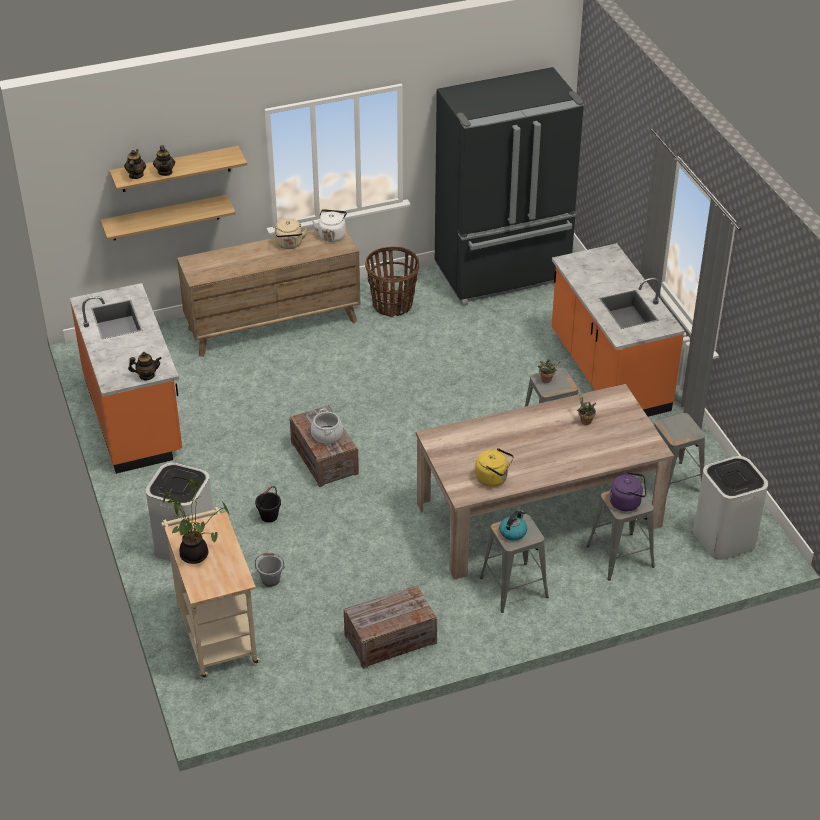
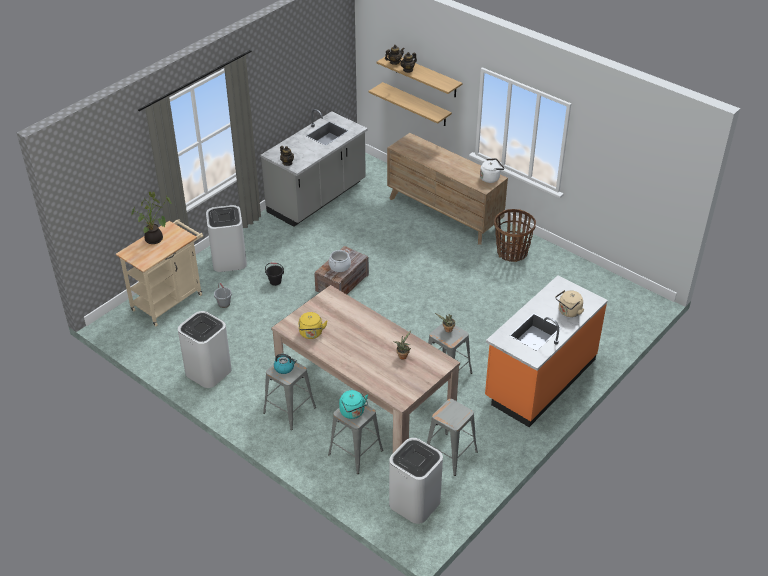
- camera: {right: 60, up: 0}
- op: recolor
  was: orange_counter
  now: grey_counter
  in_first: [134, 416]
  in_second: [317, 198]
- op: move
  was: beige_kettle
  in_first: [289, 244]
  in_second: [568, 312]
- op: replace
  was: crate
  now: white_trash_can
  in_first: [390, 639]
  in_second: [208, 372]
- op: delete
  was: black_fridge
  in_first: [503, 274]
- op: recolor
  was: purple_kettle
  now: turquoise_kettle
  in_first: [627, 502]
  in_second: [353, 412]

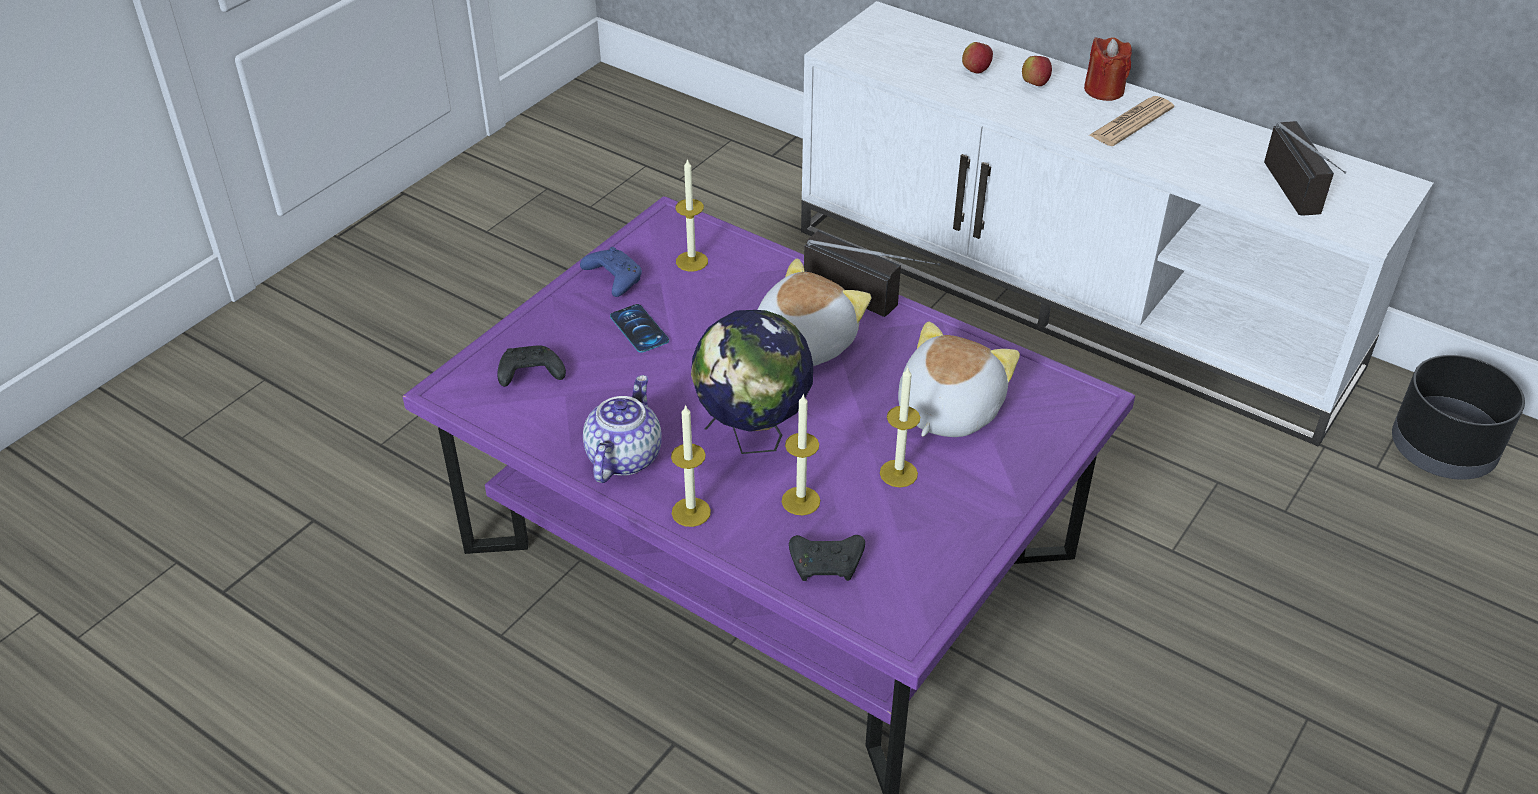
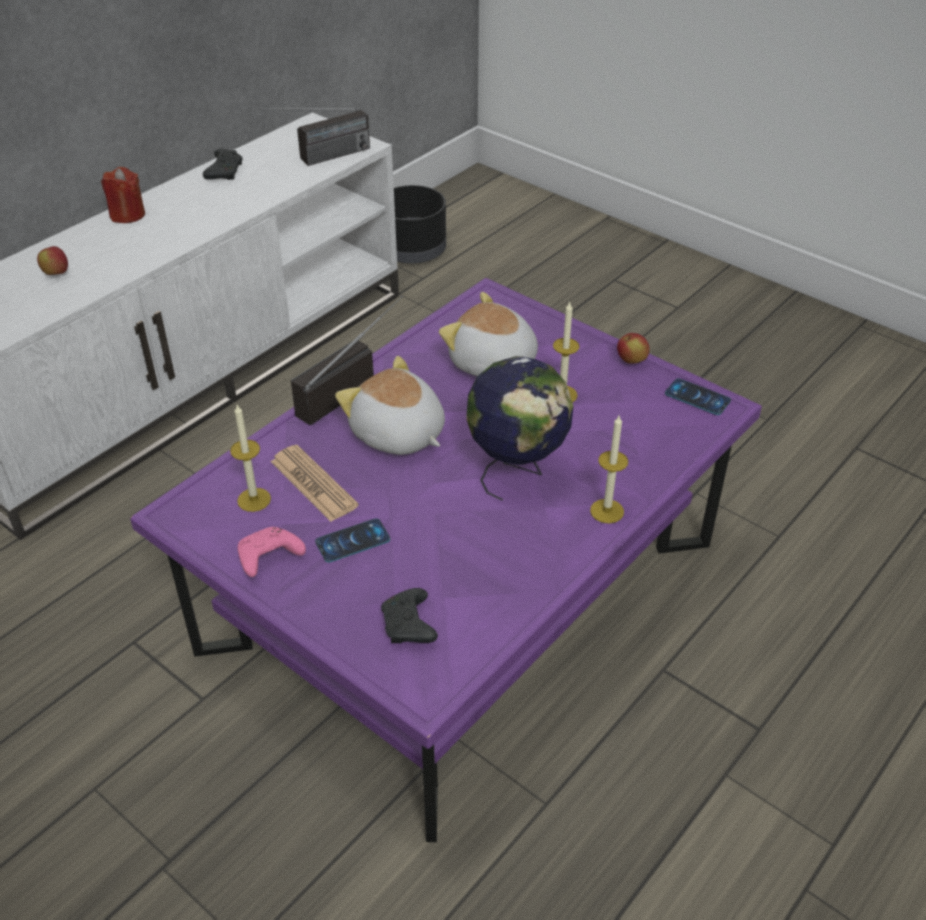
- camera: {right: -85, up: 0}
- op: recolor
  was: blue_game_controller
  now: pink_game_controller
  in_first: [613, 279]
  in_second: [268, 558]
- op: delete
  was: teapot
  in_first: [623, 456]
- op: delete
  was: candle
  in_first: [801, 501]
- op: move
  was: black_game_controller
  in_first: [827, 565]
  in_second: [225, 172]
- op: move
  was: apple
  in_first: [1034, 84]
  in_second: [631, 361]
- op: move
  was: newspaper
  in_first: [1131, 122]
  in_second: [313, 484]
- op: rotate
  was: radio
  in_first: [1304, 202]
  in_second: [319, 159]
  clockwise: 150
- op: insert
  now: phone
  in_second: [697, 397]

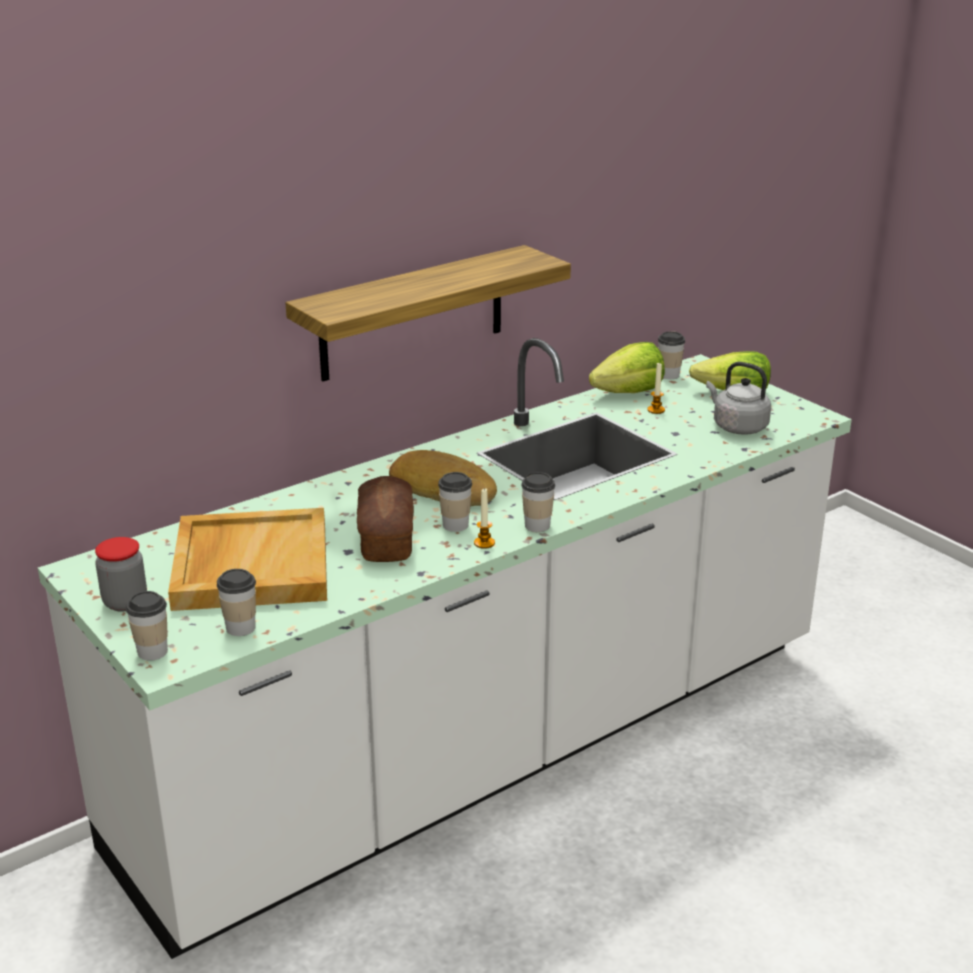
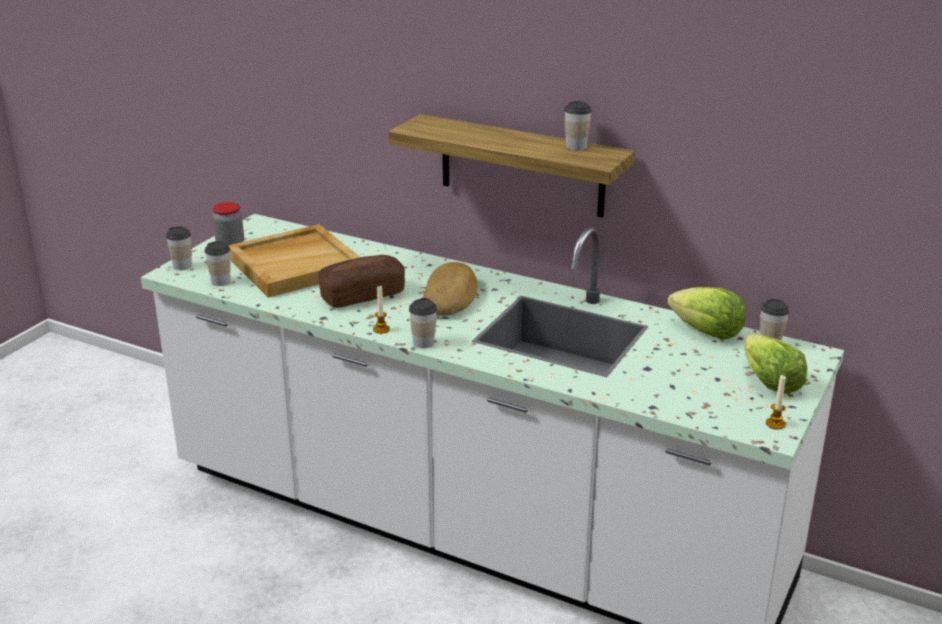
- camera: {right: 65, up: 0}
- op: move
  was: cup
  in_first: [455, 525]
  in_second: [576, 146]
- op: move
  was: candle
  in_first: [656, 410]
  in_second: [775, 424]
- op: delete
  was: grey_kettle
  in_first: [737, 427]

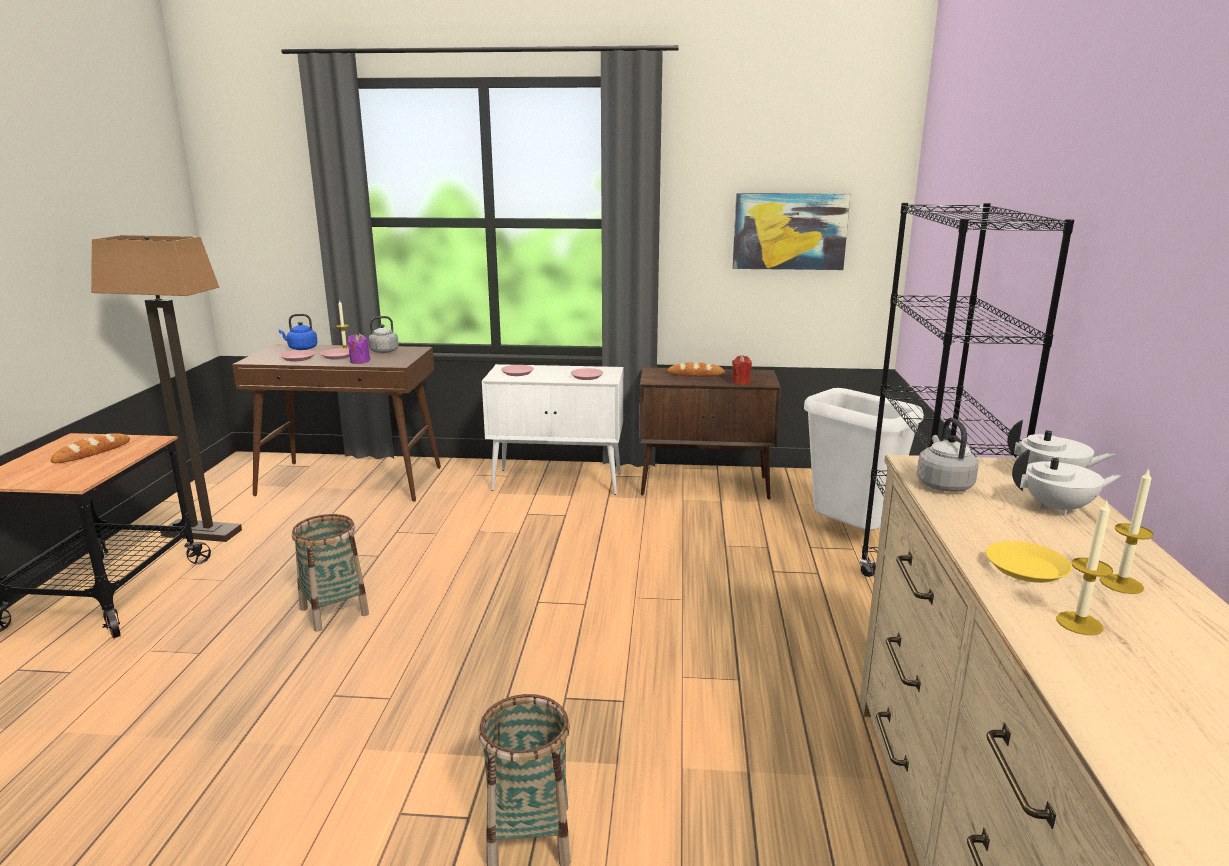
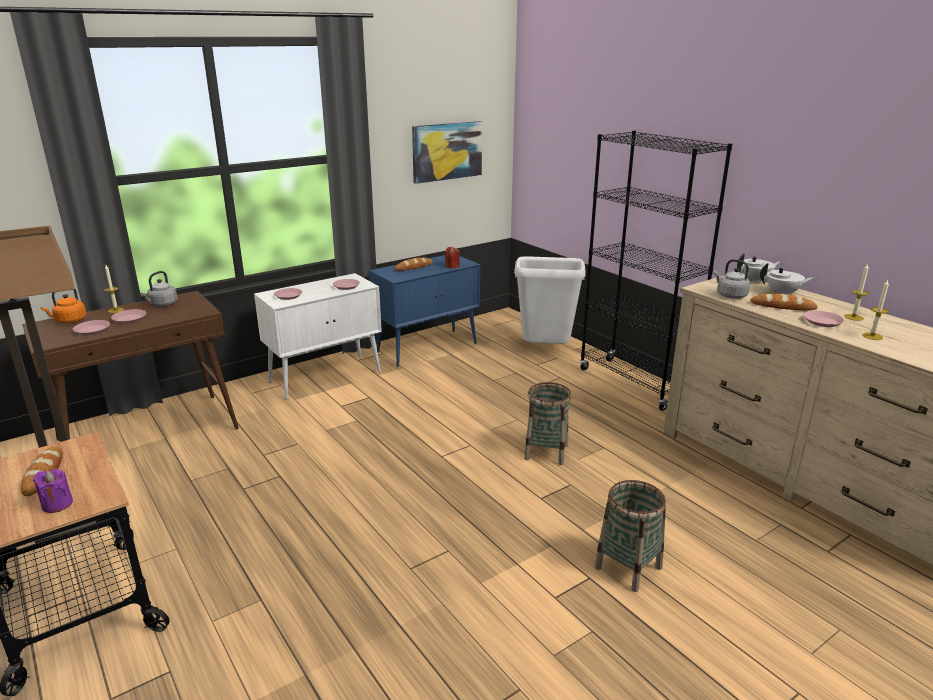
- camera: {right: -40, up: 5}
- op: recolor
  was: blue_kettle
  now: orange_kettle
  in_first: [301, 348]
  in_second: [69, 321]
- op: move
  was: basket
  in_first: [334, 611]
  in_second: [546, 452]
- op: move
  was: purple_candle
  in_first: [359, 361]
  in_second: [57, 504]
- op: recolor
  was: brown_cabinet
  now: blue_cabinet
  in_first: [705, 486]
  in_second: [428, 347]
- op: recolor
  was: yellow_plate
  now: pink_plate
  in_first: [1026, 568]
  in_second: [822, 321]
- op: rotate
  was: white_teapot
  in_first: [1058, 508]
  in_second: [783, 293]
  clockwise: 45
- op: insert
  now: bread
  in_second: [782, 306]

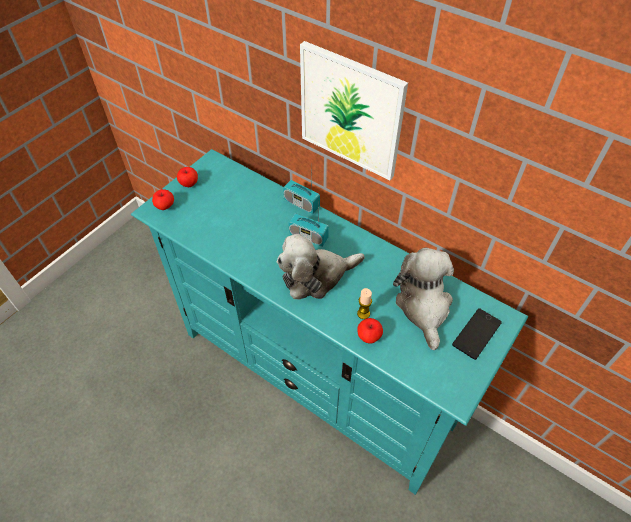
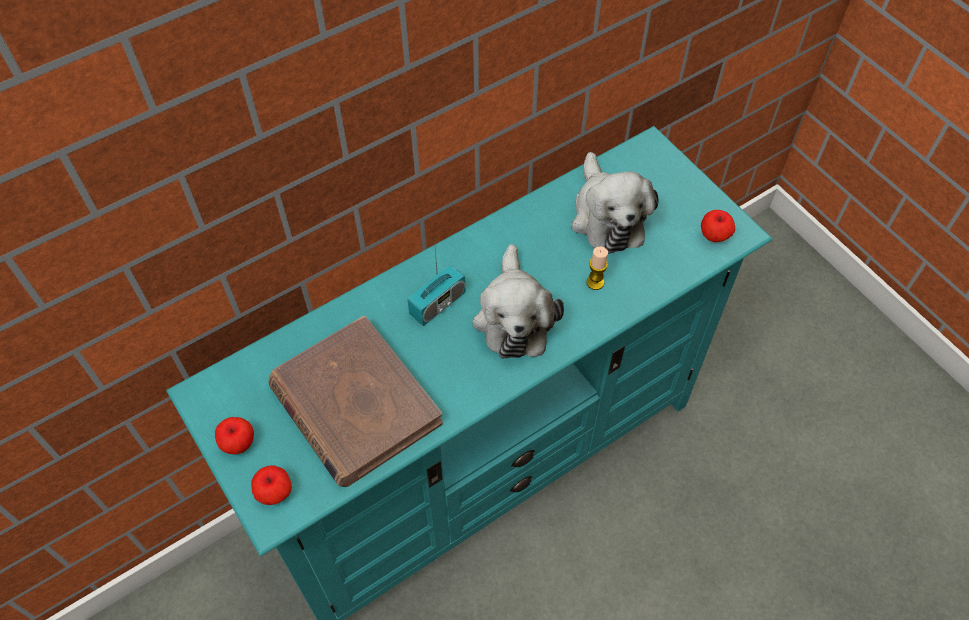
- camera: {right: -70, up: 5}
- op: delete
  was: radio
  in_first: [301, 204]
- op: delete
  was: picture
  in_first: [351, 111]
- op: move
  was: apple
  in_first: [368, 337]
  in_second: [714, 236]
- op: rotate
  was: plush_toy
  in_first: [423, 306]
  in_second: [607, 216]
  clockwise: -120
- op: delete
  was: phone
  in_first: [476, 334]
- op: insert
  now: brown_book
  in_second: [354, 404]

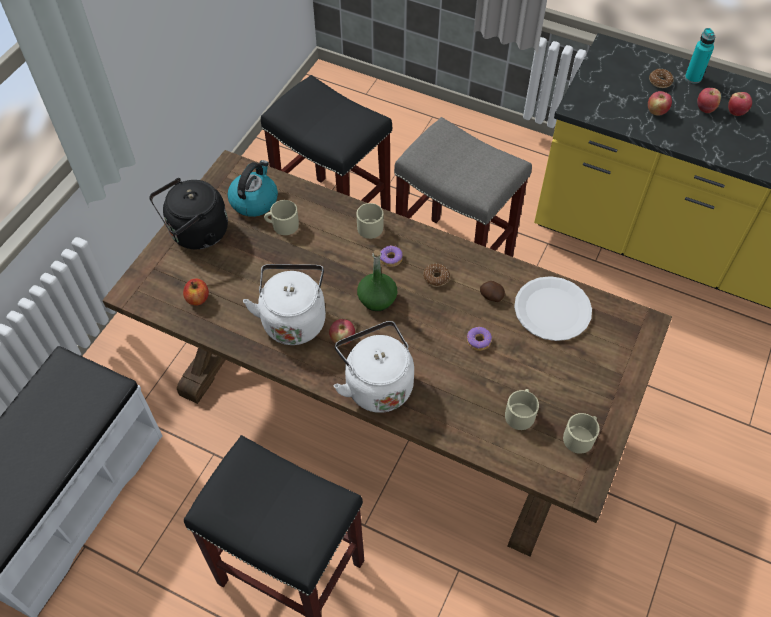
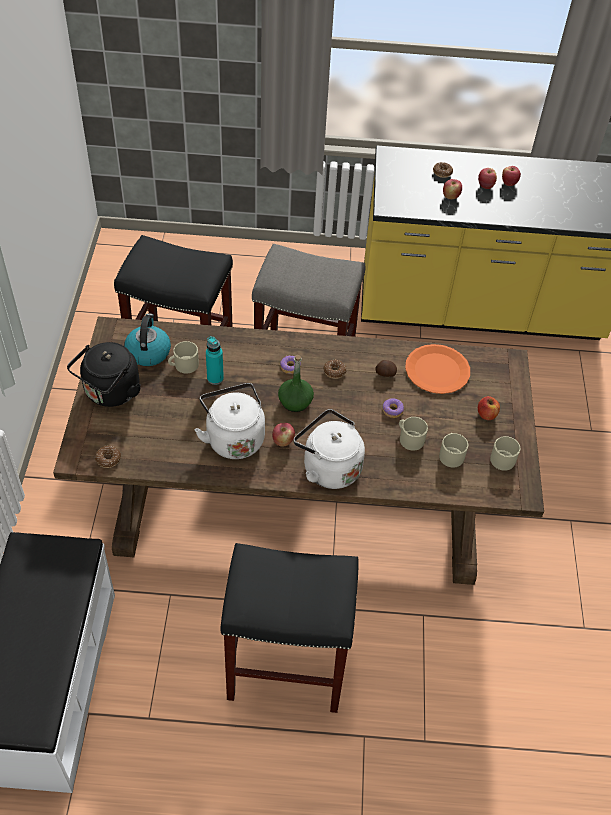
- camera: {right: -25, up: -5}
- op: move
  was: apple
  in_first: [198, 298]
  in_second: [486, 414]
- op: move
  was: beige_mug
  in_first: [369, 225]
  in_second: [409, 438]
- op: recolor
  was: white_plate
  now: orange_plate
  in_first: [552, 310]
  in_second: [437, 370]
- op: move
  was: turquoise_bottle
  in_first: [693, 78]
  in_second: [215, 378]
- op: insert
  now: donut
  in_second: [108, 459]

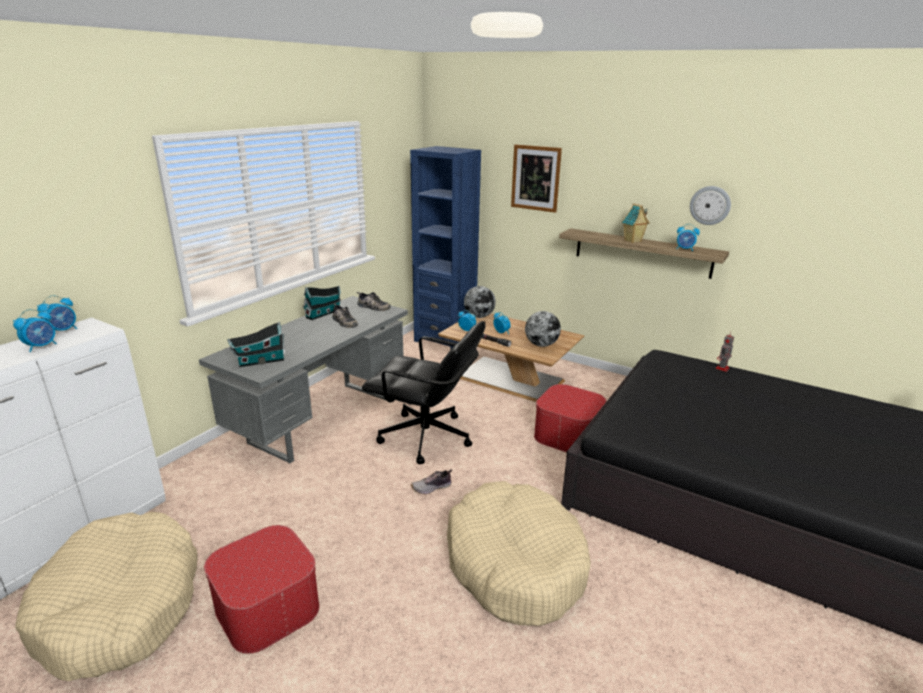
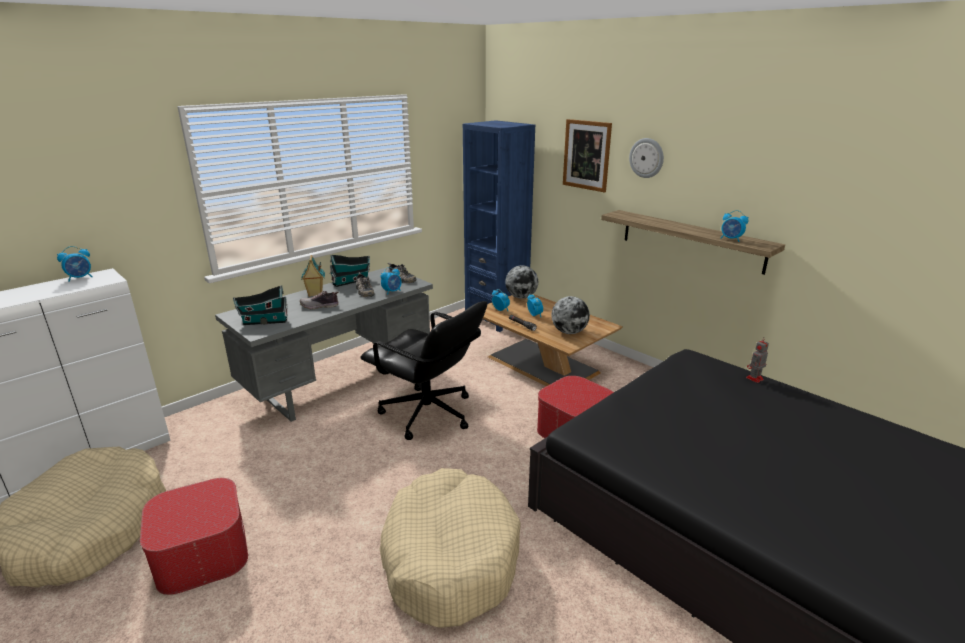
- camera: {right: 15, up: 0}
- op: move
  was: alarm_clock
  in_first: [41, 346]
  in_second: [392, 291]
- op: move
  was: shoe
  in_first: [432, 487]
  in_second: [320, 306]
- op: move
  was: toy_house
  in_first: [633, 241]
  in_second: [315, 294]
- op: move
  was: wall_clock
  in_first: [710, 205]
  in_second: [646, 158]

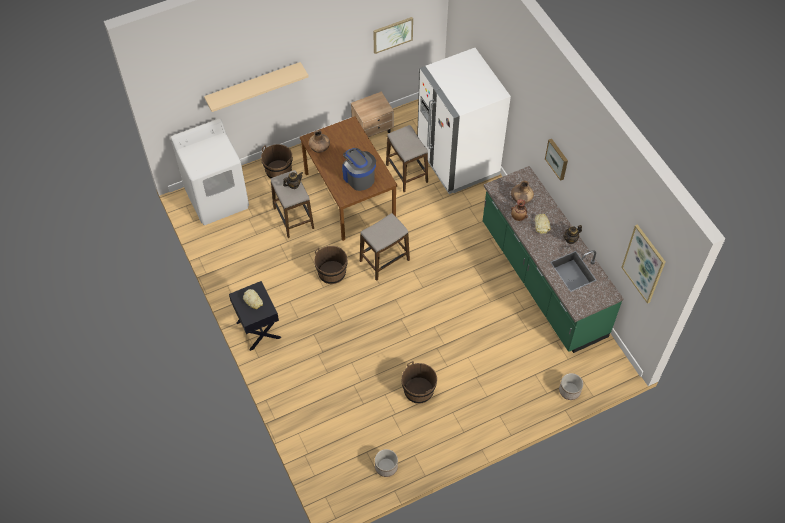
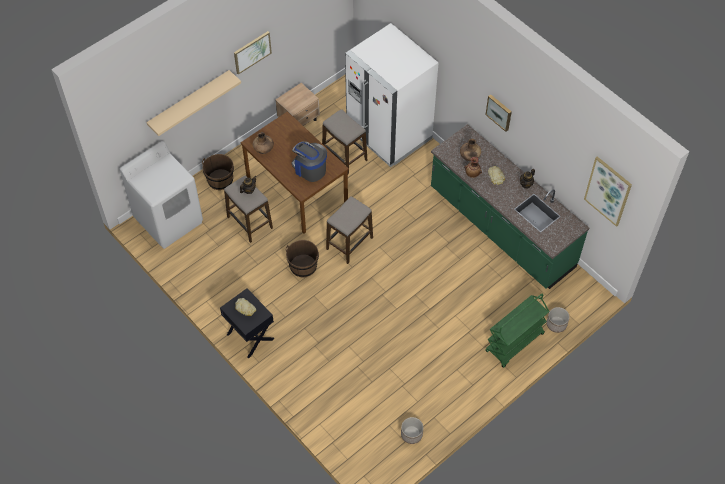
- camera: {right: -15, up: 0}
- op: move
  was: picture
  in_first: [392, 34]
  in_second: [252, 52]
- op: delete
  was: brown_bucket
  in_first: [418, 390]
- op: insert
  now: green_cart
  in_second: [514, 343]

